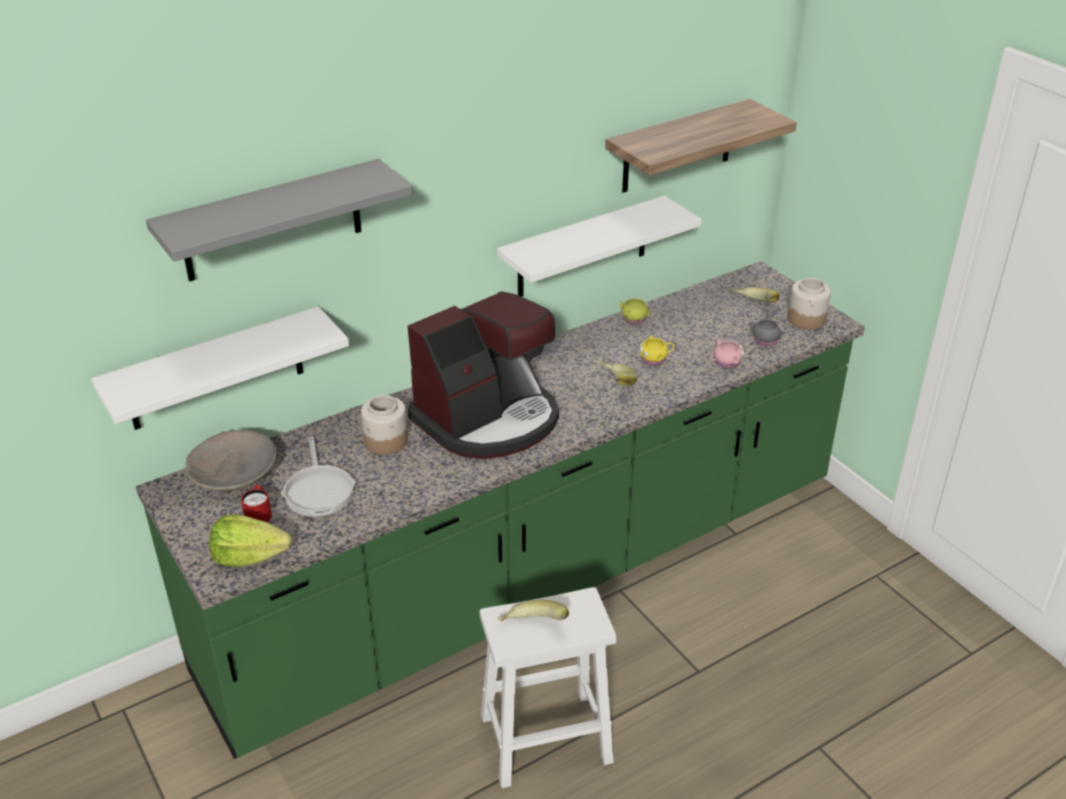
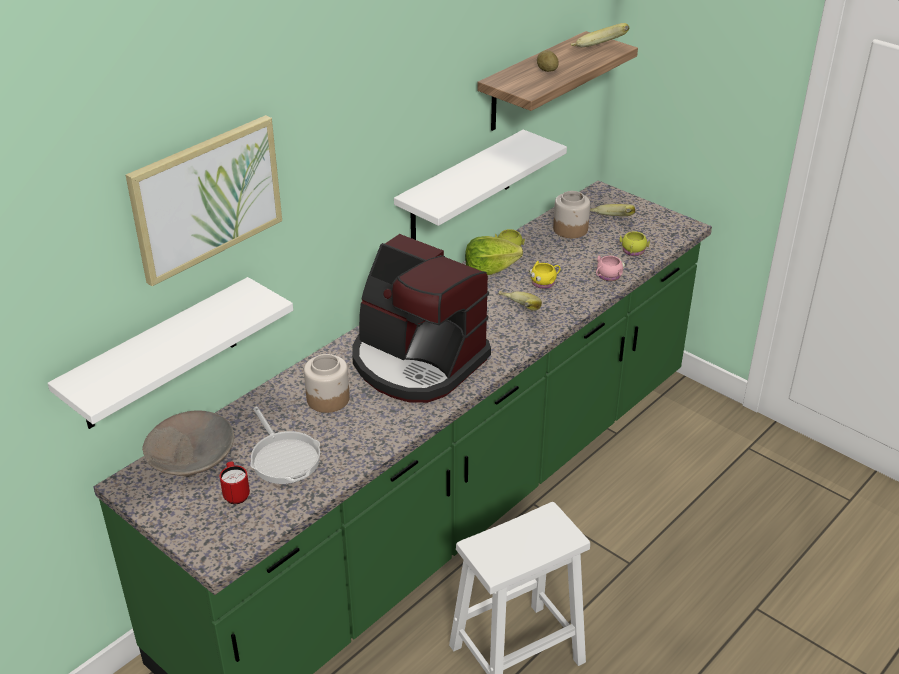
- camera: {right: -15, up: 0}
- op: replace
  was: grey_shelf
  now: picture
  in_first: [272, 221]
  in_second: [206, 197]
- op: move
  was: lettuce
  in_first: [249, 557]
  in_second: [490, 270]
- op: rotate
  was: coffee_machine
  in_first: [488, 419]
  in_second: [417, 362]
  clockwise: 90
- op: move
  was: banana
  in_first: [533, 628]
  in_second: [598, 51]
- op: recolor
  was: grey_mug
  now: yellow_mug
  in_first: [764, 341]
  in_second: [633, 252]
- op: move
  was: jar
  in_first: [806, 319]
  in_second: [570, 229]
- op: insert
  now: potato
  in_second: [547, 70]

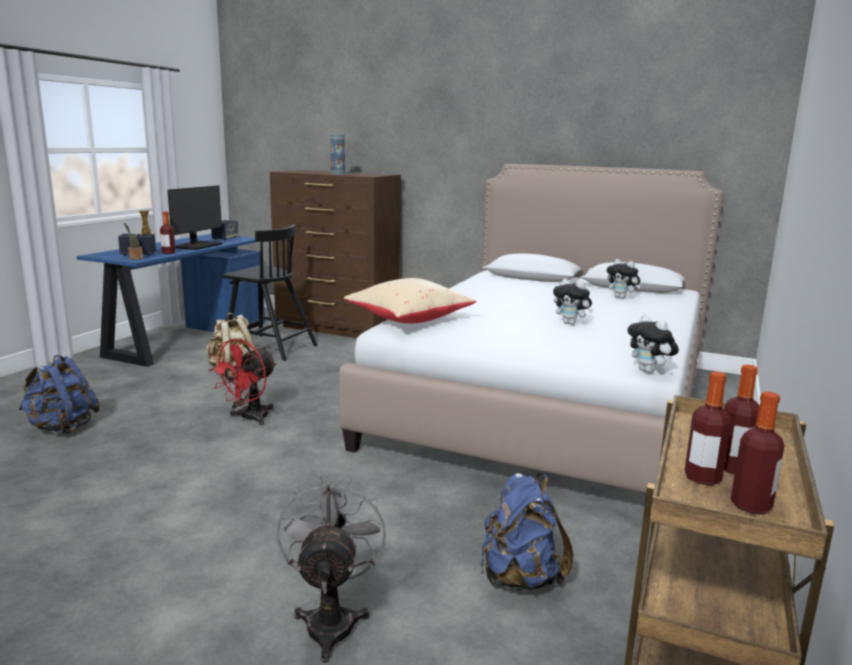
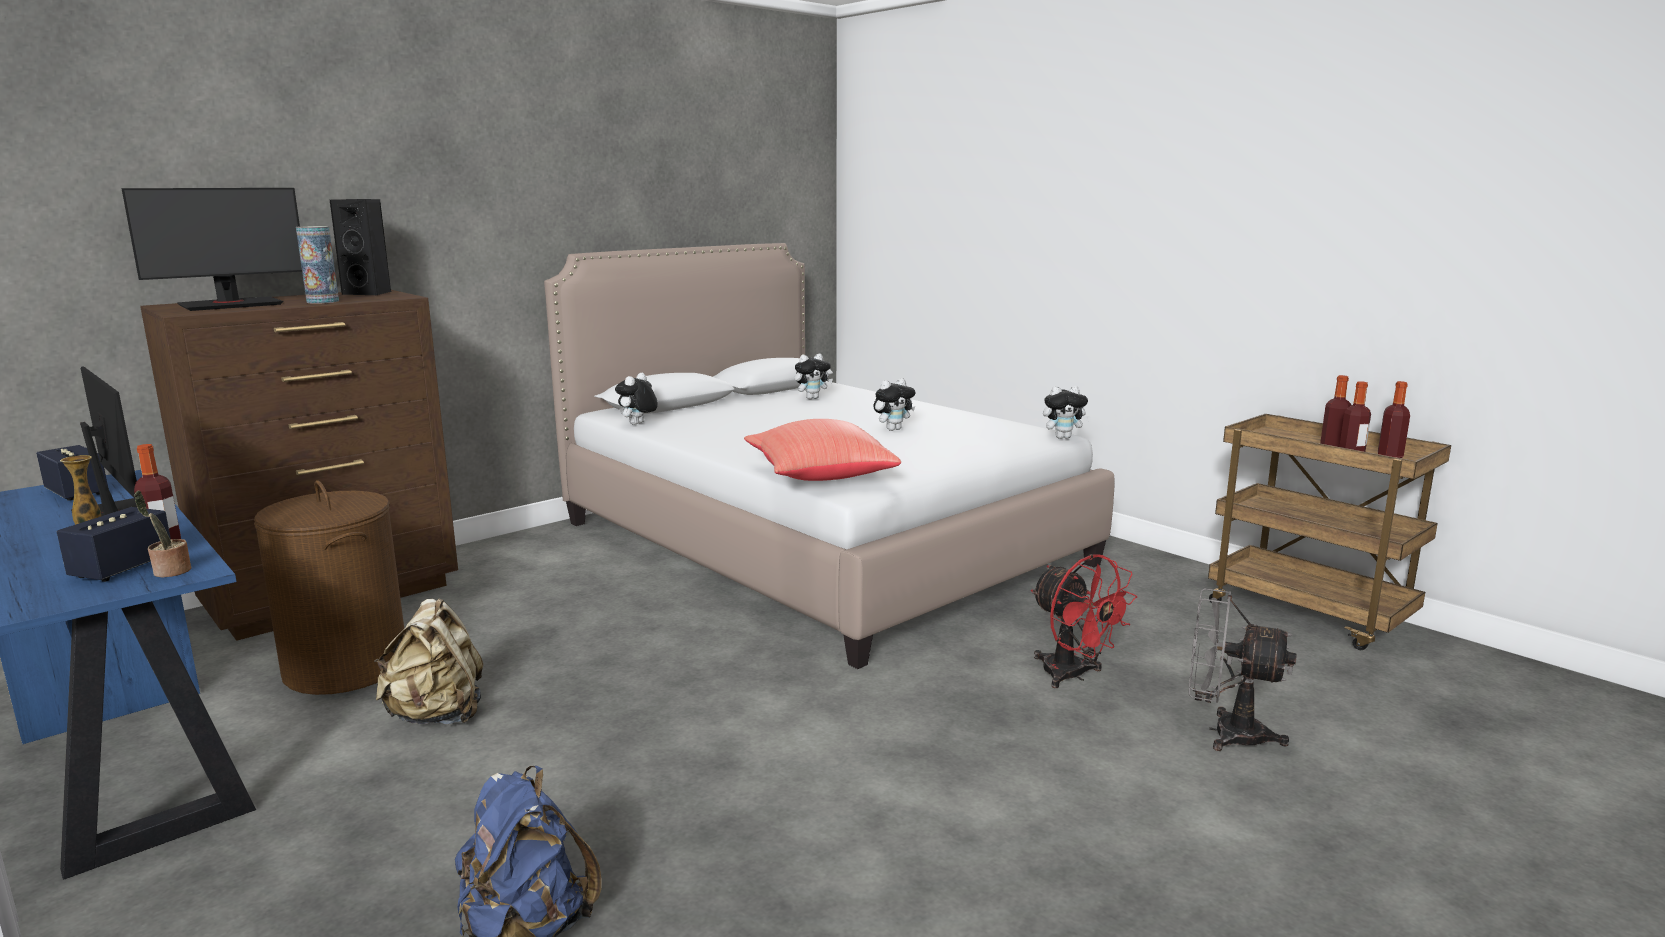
- camera: {right: -65, up: 0}
- op: move
  was: red_fan
  in_first: [249, 418]
  in_second: [1073, 676]
- op: replace
  was: black_chair
  now: brown_laundry_basket
  in_first: [270, 347]
  in_second: [347, 667]
- op: recolor
  was: beige_pillow
  now: red_pillow
  in_first: [408, 320]
  in_second: [818, 476]
- op: delete
  was: blue_backpack
  in_first: [520, 579]
- op: insert
  now: monitor
  in_second: [230, 305]
- op: insert
  now: black_speaker
  in_second: [369, 293]
- op: insert
  now: plush_toy
  in_second: [638, 424]

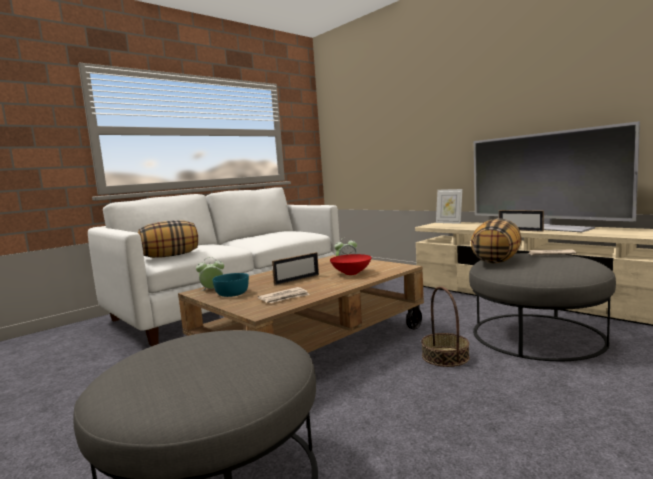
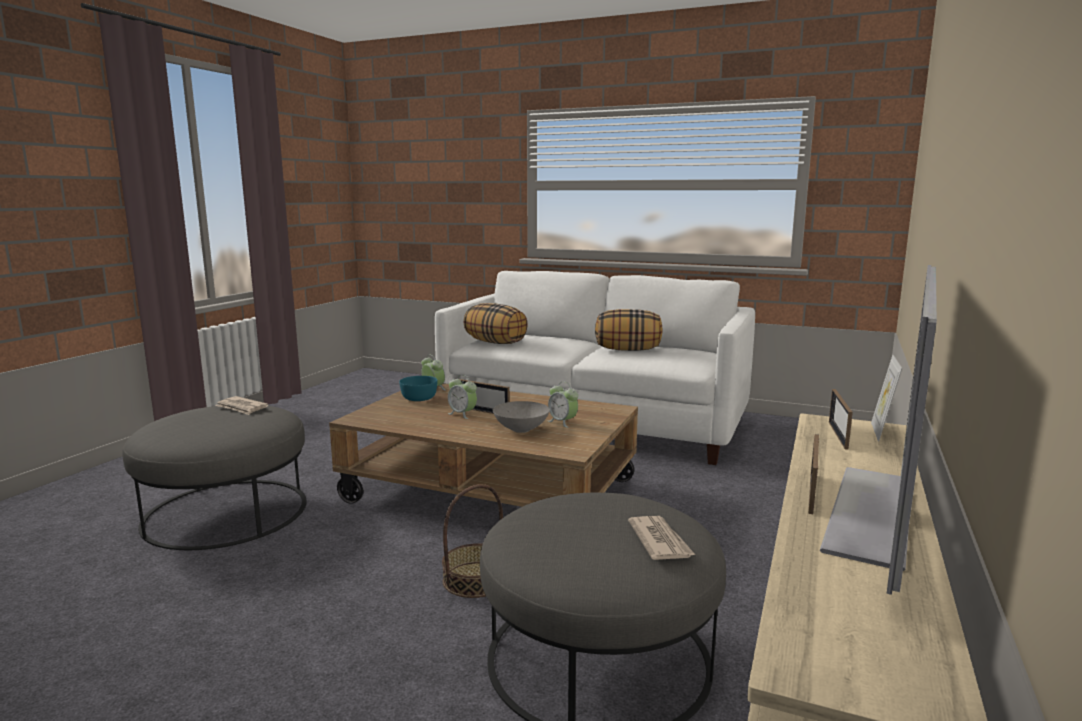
- camera: {right: 65, up: 5}
- op: move
  was: newspaper
  in_first: [284, 298]
  in_second: [242, 408]
- op: recolor
  was: red_bowl
  now: grey_bowl
  in_first: [351, 273]
  in_second: [522, 429]
- op: move
  was: pillow
  in_first: [496, 260]
  in_second: [628, 350]
- op: insert
  now: alarm_clock
  in_second: [462, 414]
- op: insert
  now: picture_frame
  in_second: [838, 435]

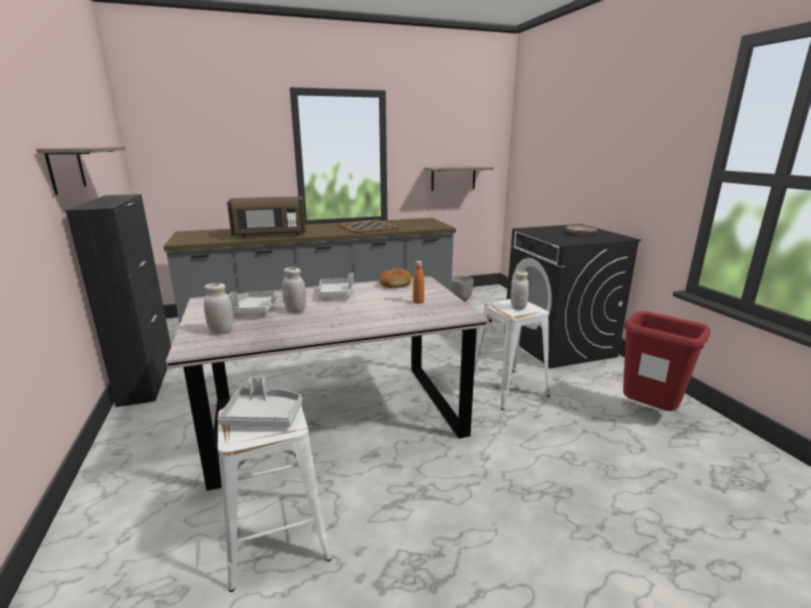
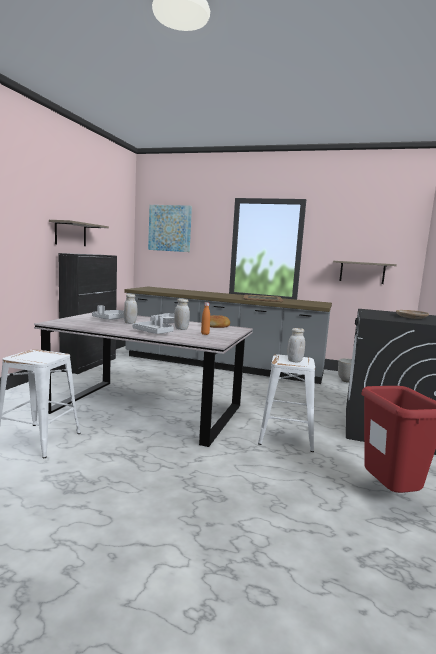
- camera: {right: 35, up: -10}
- op: move
  was: white_jar
  in_first: [221, 331]
  in_second: [181, 329]
- op: move
  was: grey_tray
  in_first: [263, 416]
  in_second: [154, 332]
- op: delete
  was: brown_microwave
  in_first: [269, 235]
- op: insert
  now: picture
  in_second: [170, 228]

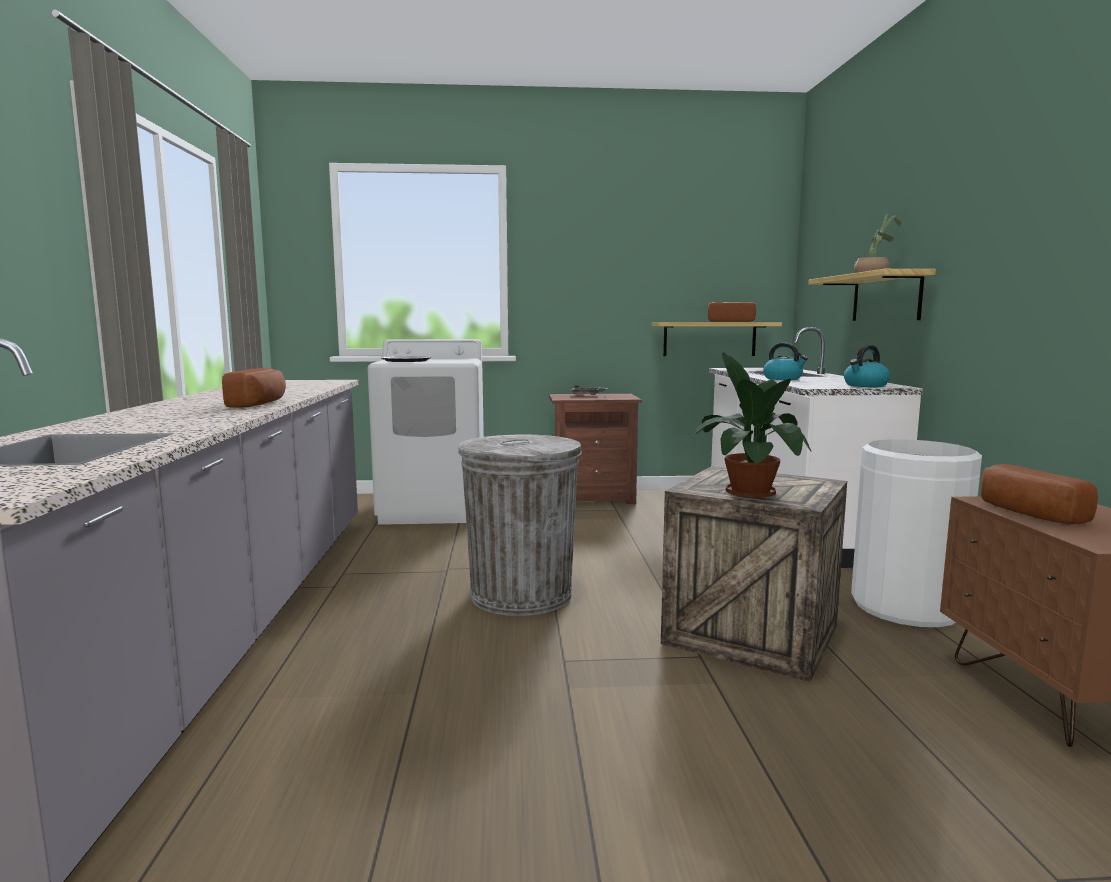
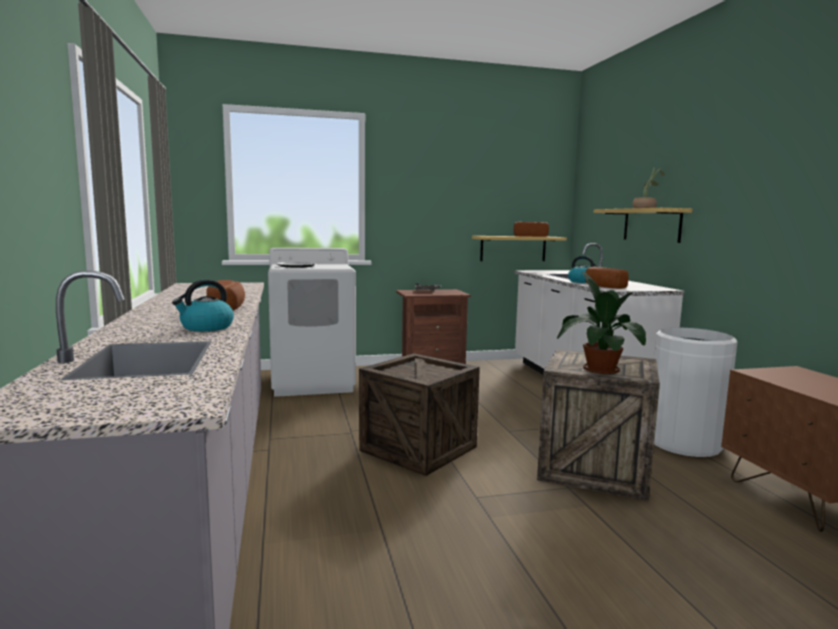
- camera: {right: -10, up: 0}
- op: replace
  was: grey_trash_can
  now: crate
  in_first: [521, 594]
  in_second: [418, 448]
- op: move
  was: kettle
  in_first: [865, 385]
  in_second: [206, 327]
- op: move
  was: bread
  in_first: [1026, 513]
  in_second: [602, 286]

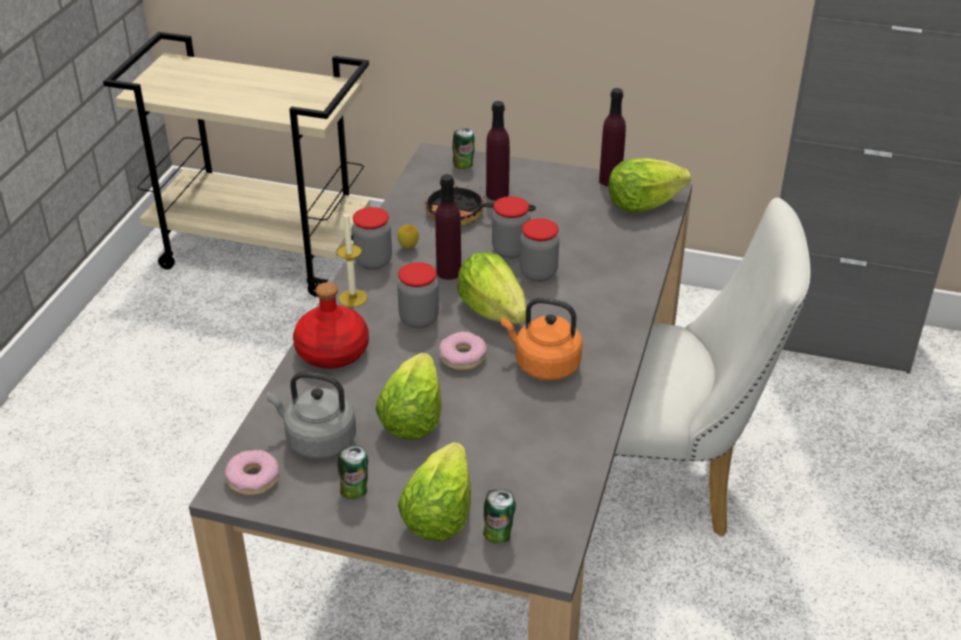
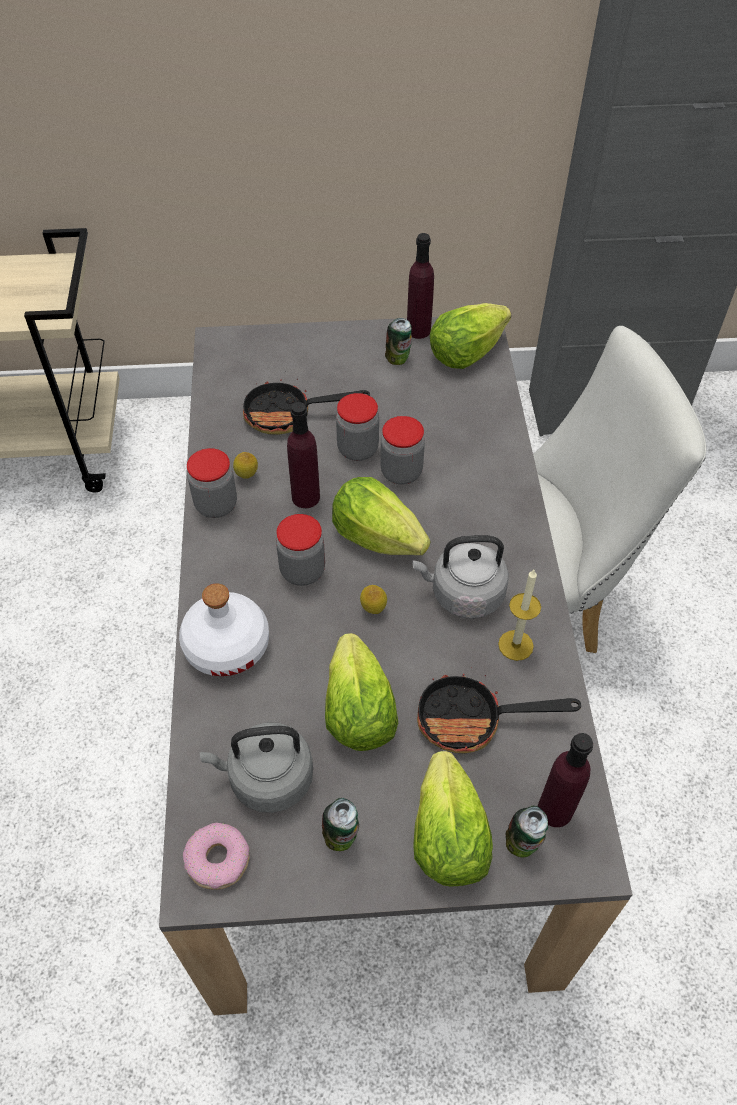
- camera: {right: -20, up: 15}
- op: recolor
  was: red_bottle
  now: white_bottle
  in_first: [332, 351]
  in_second: [227, 645]
- op: move
  was: candle
  in_first: [353, 298]
  in_second: [515, 645]
- op: replace
  was: donut
  now: lemon
  in_first: [462, 357]
  in_second: [373, 610]
- op: move
  was: can
  in_first: [464, 165]
  in_second: [398, 359]
- op: move
  was: purple_bottle
  in_first: [497, 194]
  in_second: [555, 810]
- op: recolor
  was: orange_kettle
  now: grey_kettle
  in_first: [544, 365]
  in_second: [463, 594]
- op: insert
  now: frying_pan
  in_second: [472, 720]

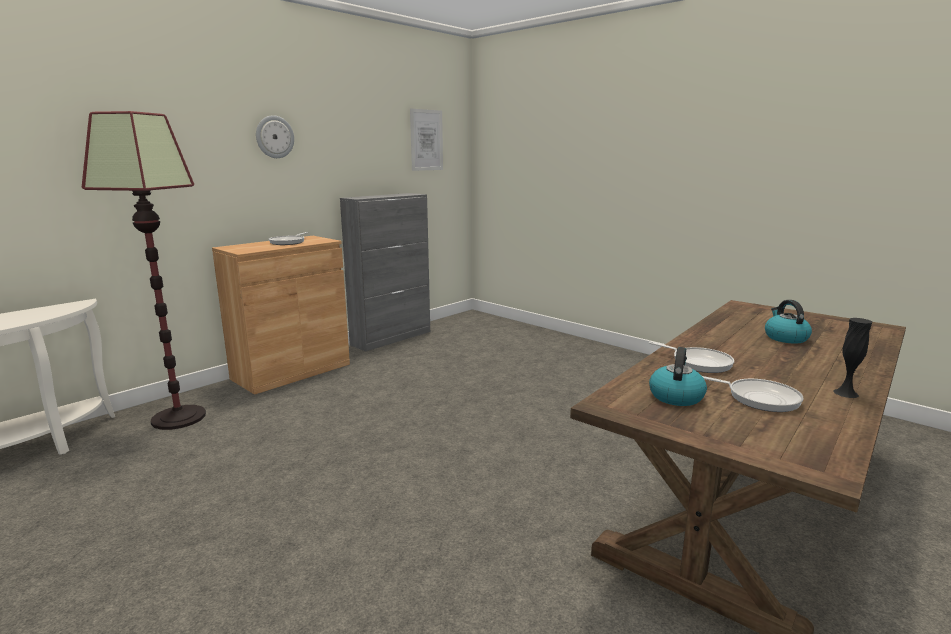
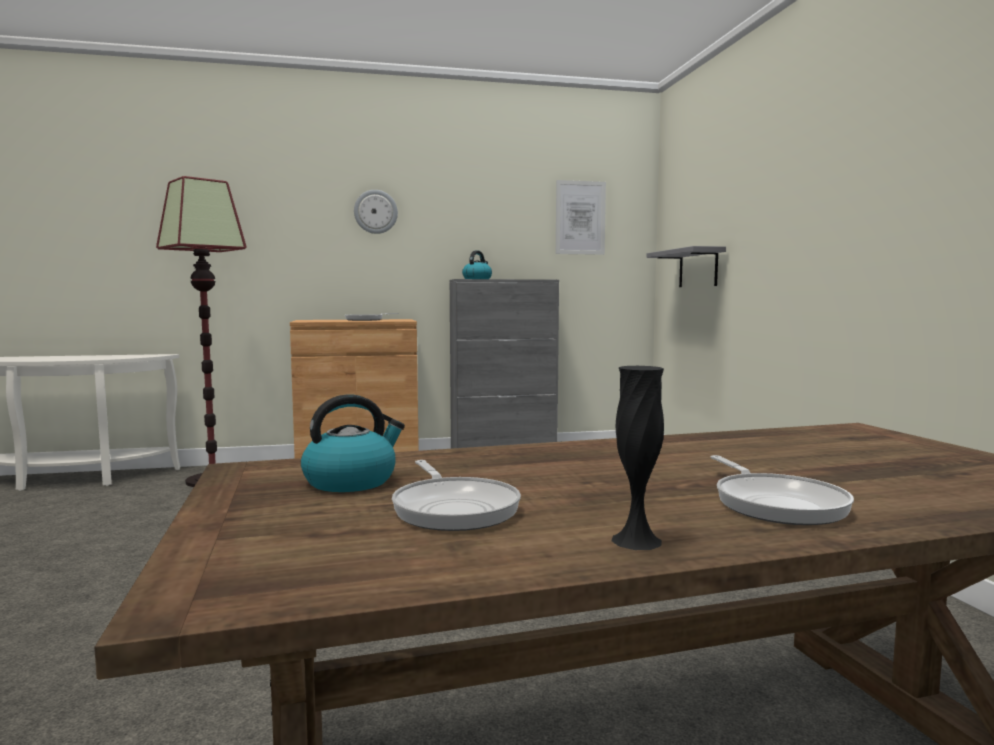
- camera: {right: 35, up: -10}
- op: move
  was: frying_pan
  in_first: [698, 362]
  in_second: [776, 504]
- op: move
  was: kettle
  in_first: [785, 338]
  in_second: [477, 279]
- op: insert
  now: grey_shelf
  in_second: [698, 268]

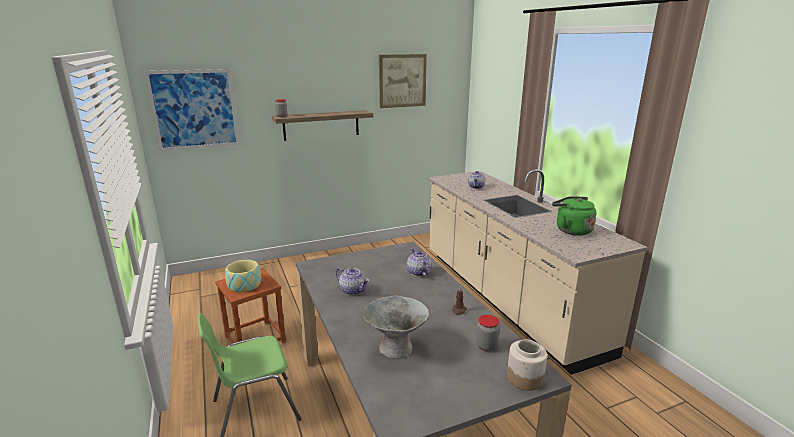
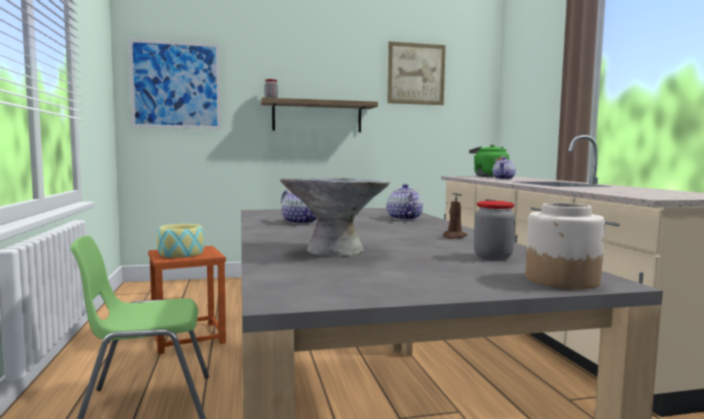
- camera: {right: 10, up: -15}
- op: move
  was: green_kettle
  in_first: [571, 230]
  in_second: [488, 176]

